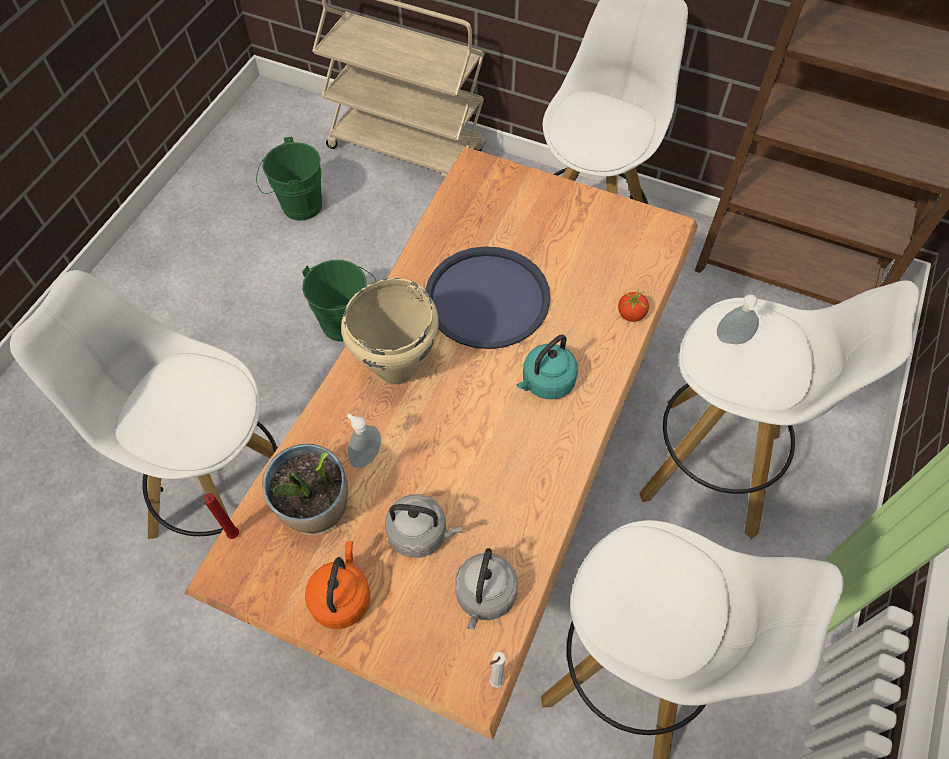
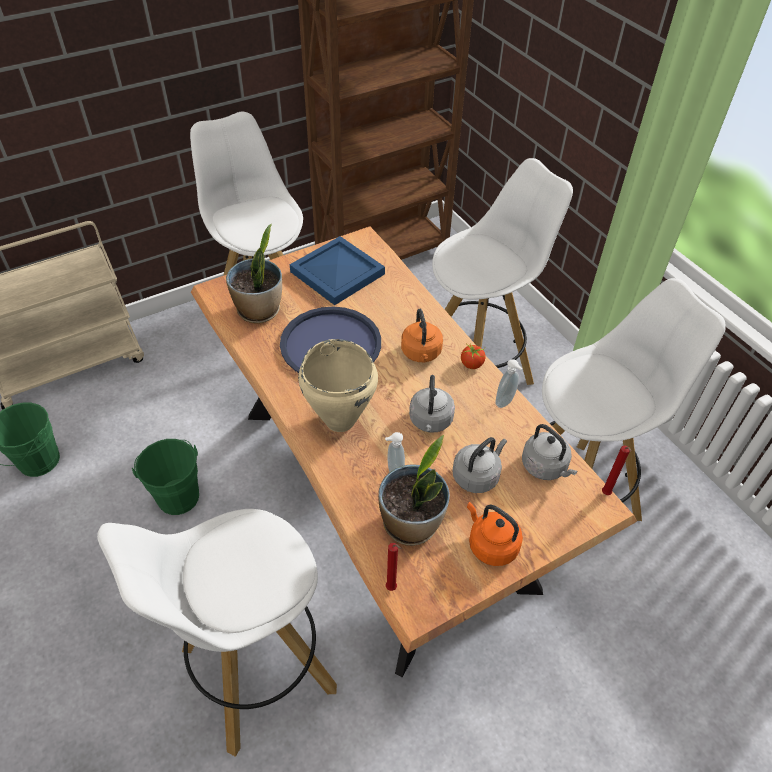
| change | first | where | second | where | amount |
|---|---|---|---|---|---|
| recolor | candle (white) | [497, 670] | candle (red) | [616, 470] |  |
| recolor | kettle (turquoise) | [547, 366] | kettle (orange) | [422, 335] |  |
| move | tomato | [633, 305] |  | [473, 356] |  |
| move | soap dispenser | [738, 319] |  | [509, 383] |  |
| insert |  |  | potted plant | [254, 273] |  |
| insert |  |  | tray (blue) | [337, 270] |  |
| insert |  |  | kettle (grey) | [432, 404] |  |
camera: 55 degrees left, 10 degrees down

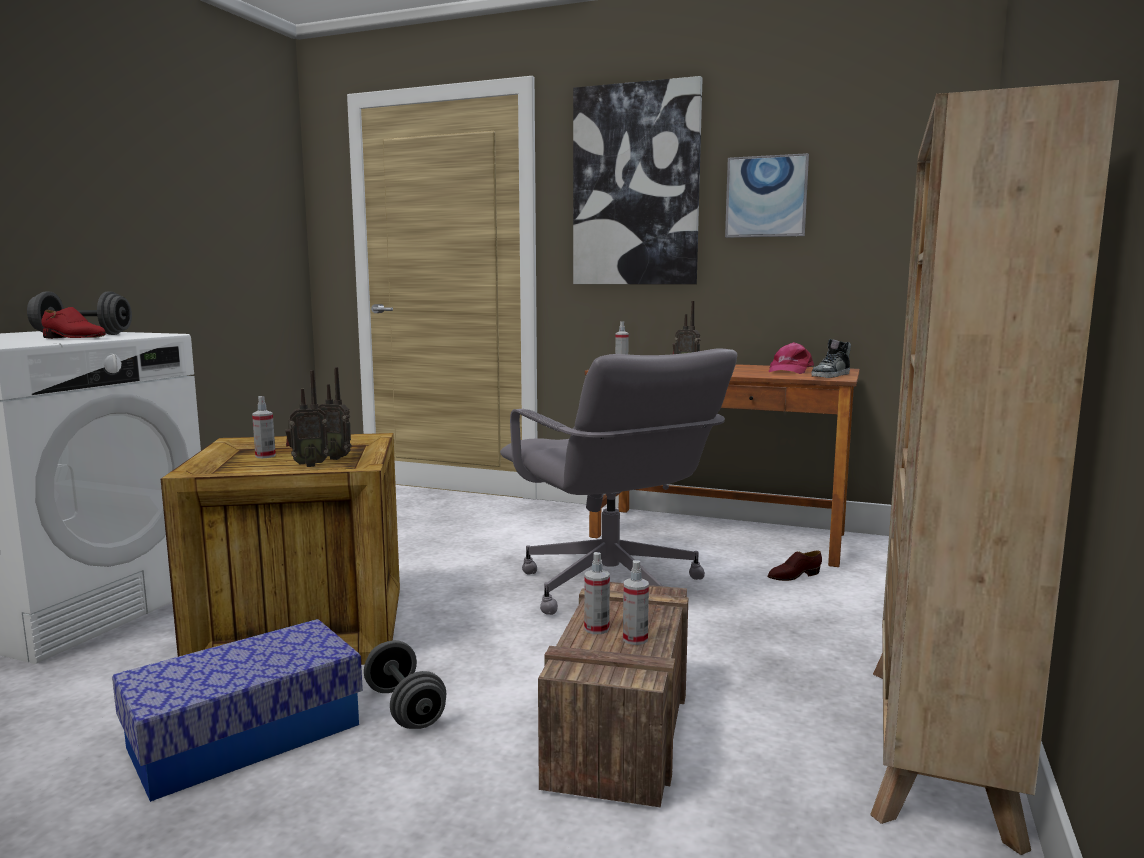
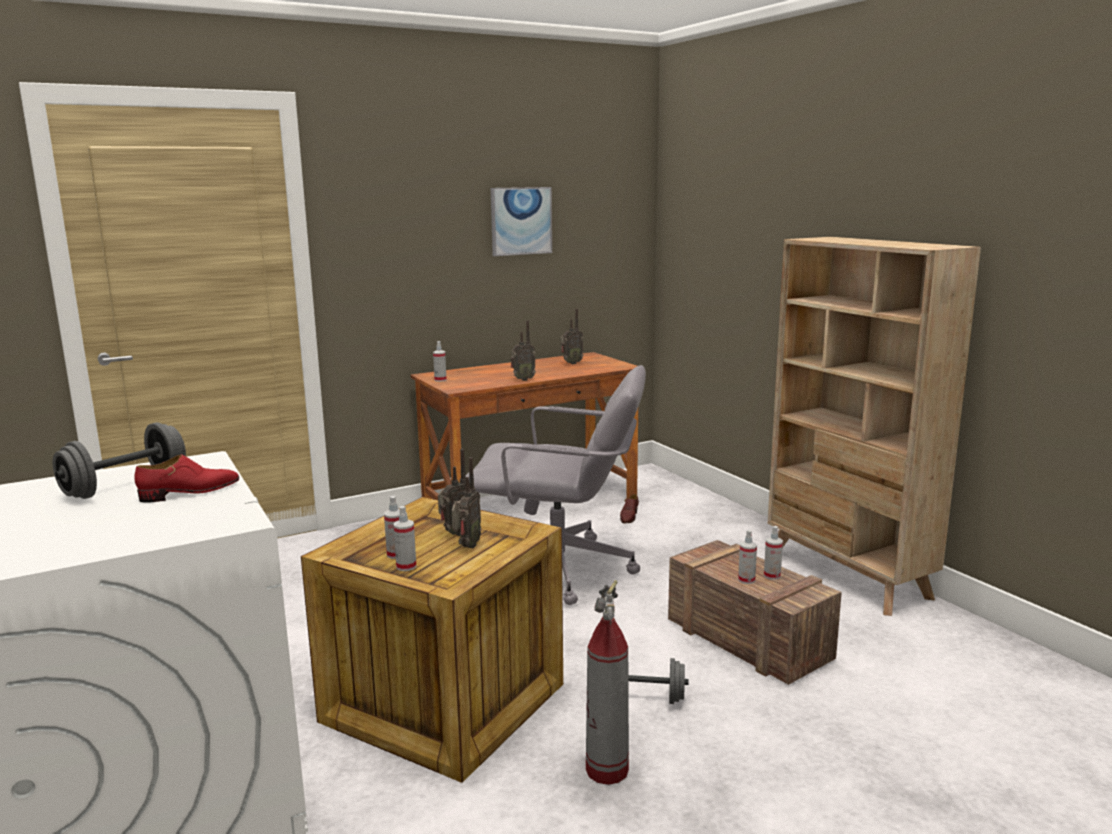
| change | first | where | second | where | amount |
|---|---|---|---|---|---|
| replace | storage box | [237, 710] | fire extinguisher | [607, 682] |  |
| delete | picture | [638, 180] |  |  |  |
| replace | cap (pink) | [791, 358] | radio | [572, 336] |  |
| delete | shoe | [831, 358] |  |  |  |
| insert |  |  | spray bottle | [404, 538] |  |
camera: 50 degrees left, 5 degrees up

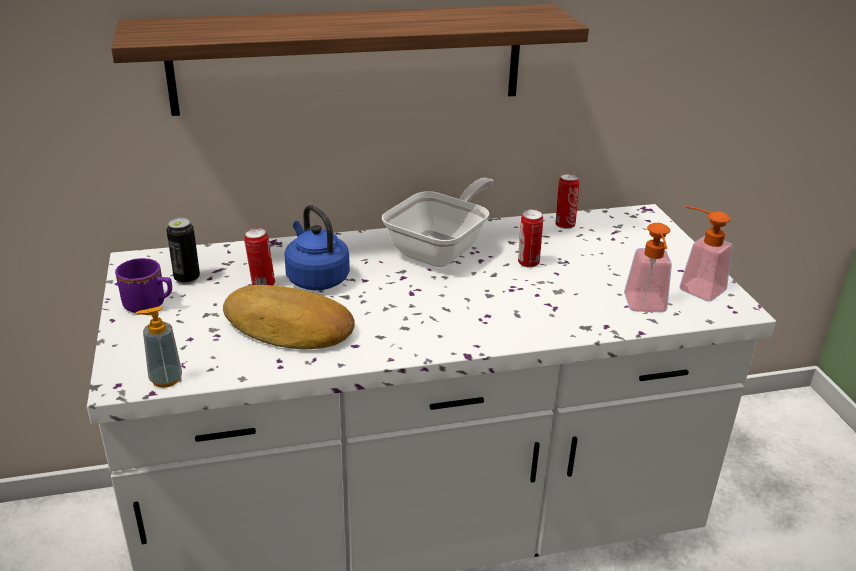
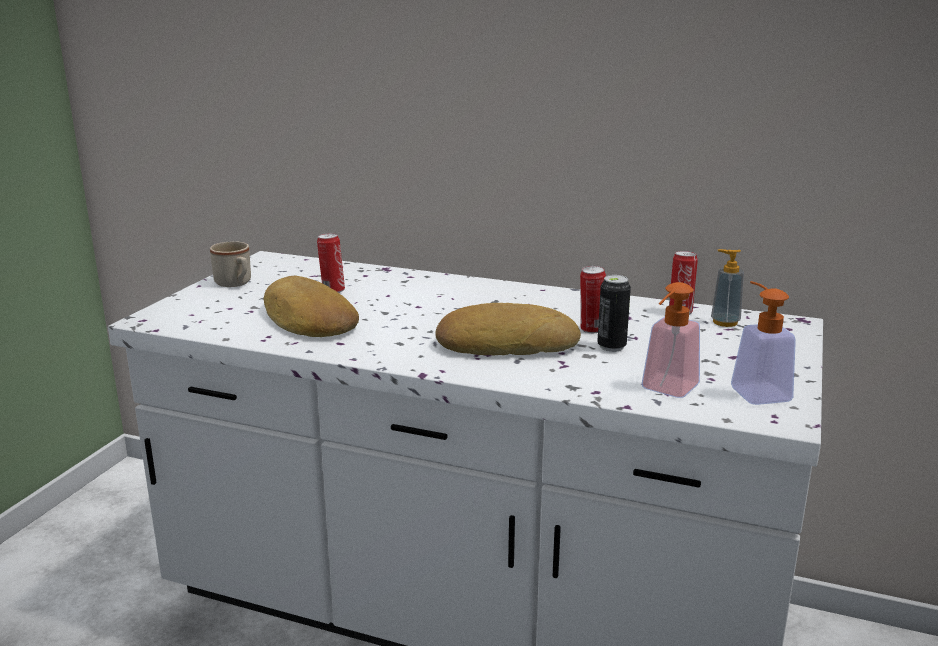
| change | first | where | second | where | amount |
|---|---|---|---|---|---|
| delete | shelf | [350, 60] |  |  |  |
| recolor | mug (purple) | [143, 285] | mug (beige) | [230, 264] |  |
| move | soap dispenser | [159, 347] |  | [727, 288] |  |
| move | can | [183, 251] |  | [614, 313] |  |
| delete | kettle (blue) | [317, 247] |  |  |  |
| delete | frying pan | [438, 222] |  |  |  |
| insert |  |  | bread | [508, 329] |  |
camera: 35 degrees right, 10 degrees down

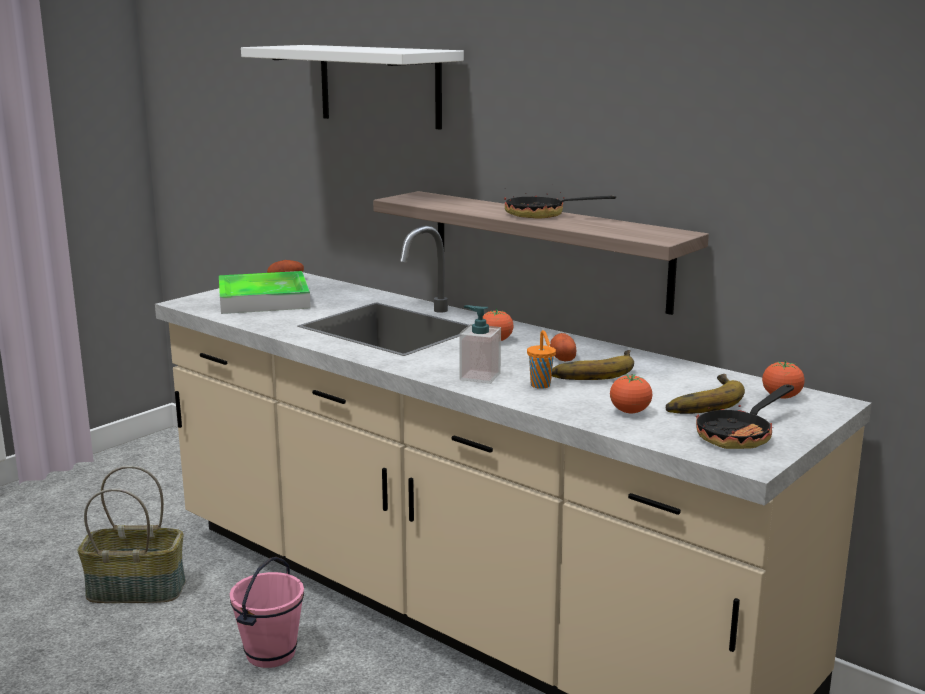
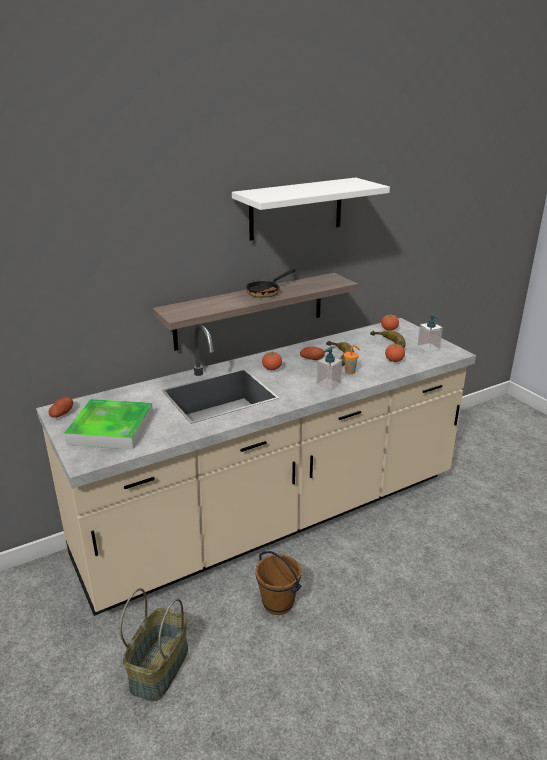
| change | first | where | second | where | amount |
|---|---|---|---|---|---|
| recolor | bucket (pink) | [267, 612] | bucket (brown) | [278, 583] |  |
| move | shelf (white) | [352, 87] |  | [311, 209] |  |
| replace | frying pan | [745, 417] | soap dispenser | [430, 332] |  |
camera: 70 degrees left, 10 degrees up

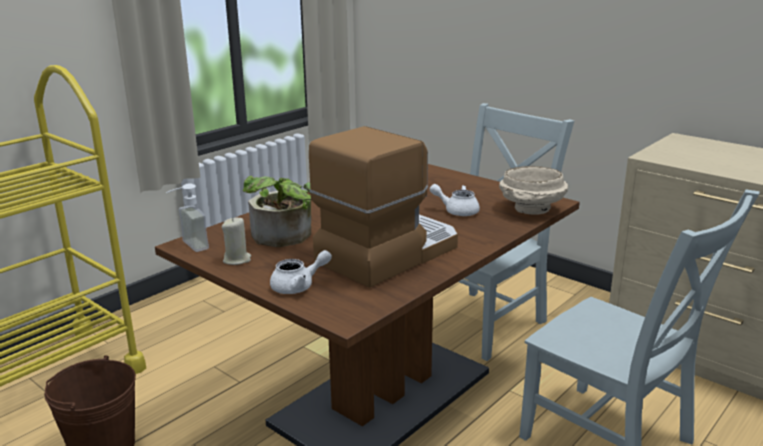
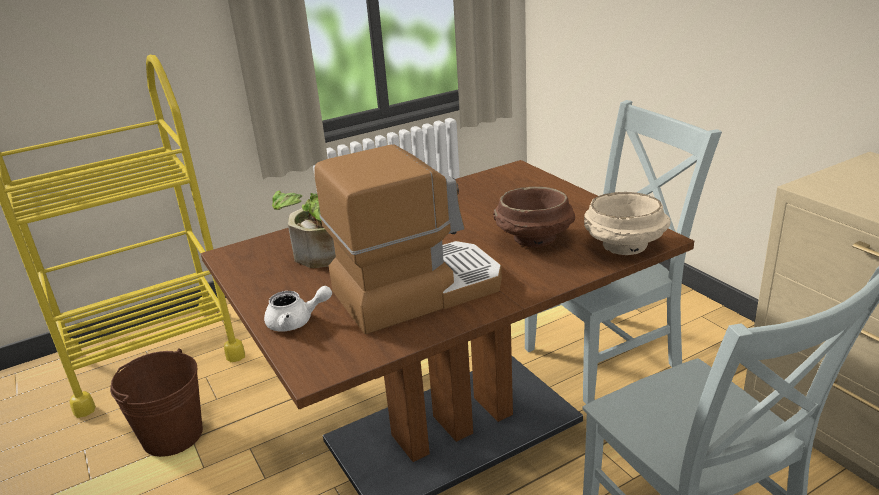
| change | first | where | second | where | amount |
|---|---|---|---|---|---|
| delete | soap dispenser | [187, 217] |  |  |  |
| delete | candle (beige) | [236, 241] |  |  |  |
| replace | teapot (white) | [455, 200] | bowl (brown) | [534, 217] |  |
camera: 20 degrees right, 5 degrees up

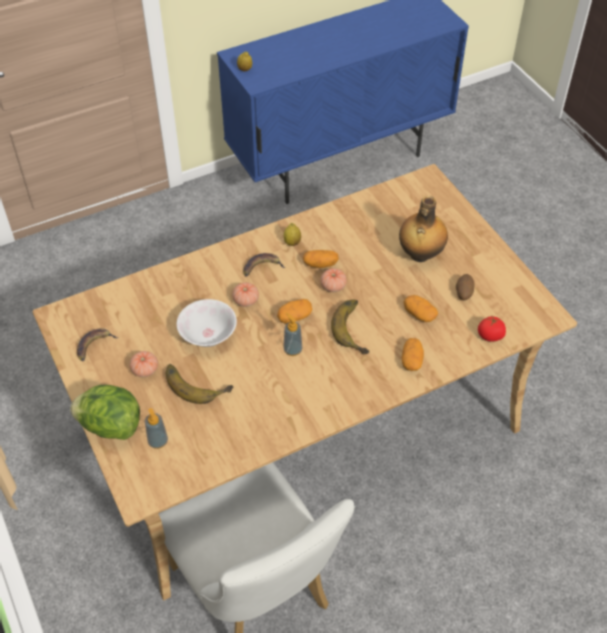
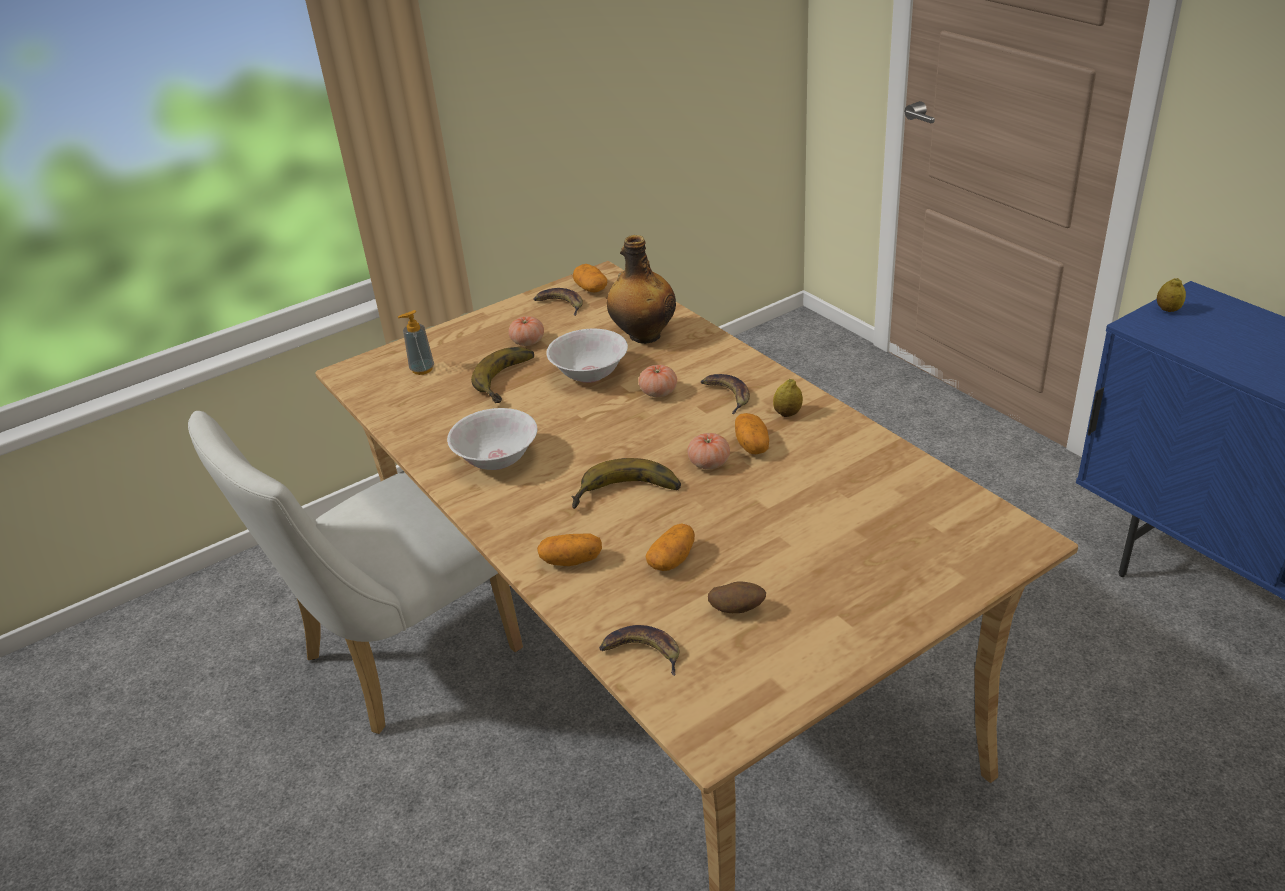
| change | first | where | second | where | amount |
|---|---|---|---|---|---|
| delete | lettuce | [105, 412] |  |  |  |
| move | potato | [294, 311] |  | [590, 278] |  |
| delete | soap dispenser | [293, 334] |  |  |  |
| move | bottle | [423, 229] |  | [641, 289] |  |
| replace | tomato | [492, 329] | banana | [639, 650] |  |
| insert |  |  | bowl (white) | [492, 439] |  |
camera: 85 degrees right, 15 degrees down

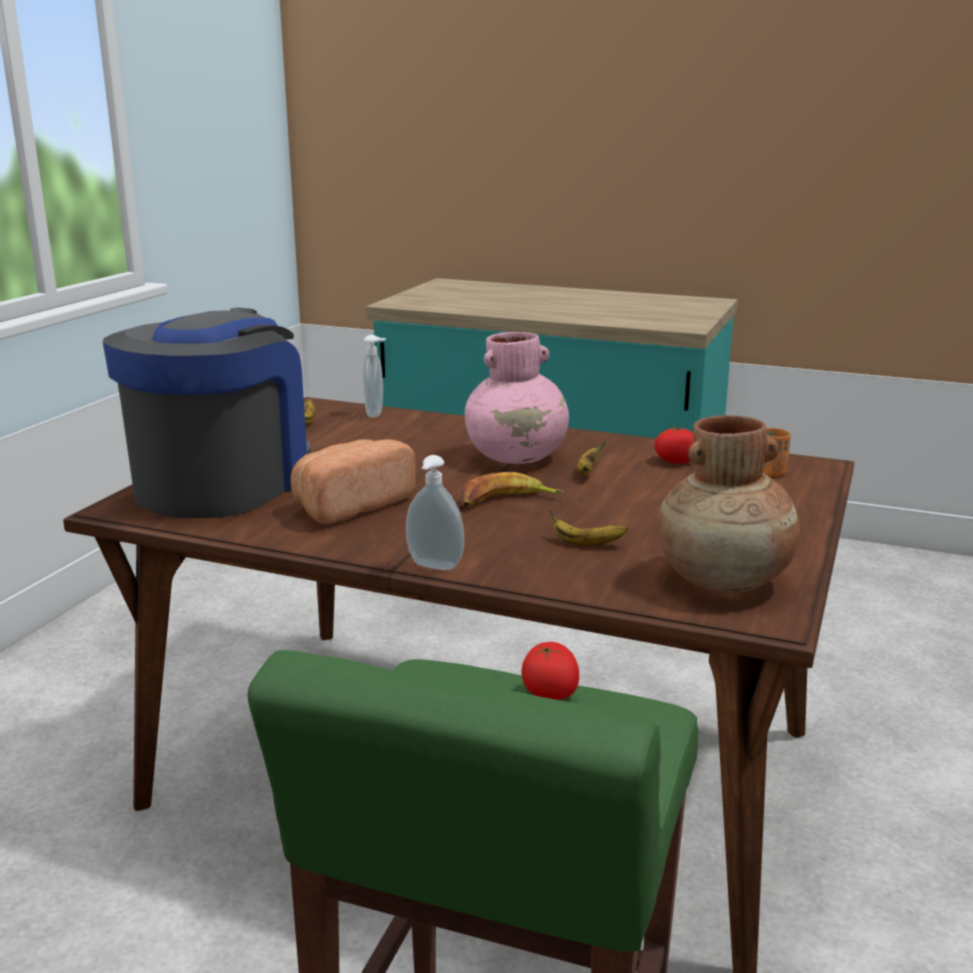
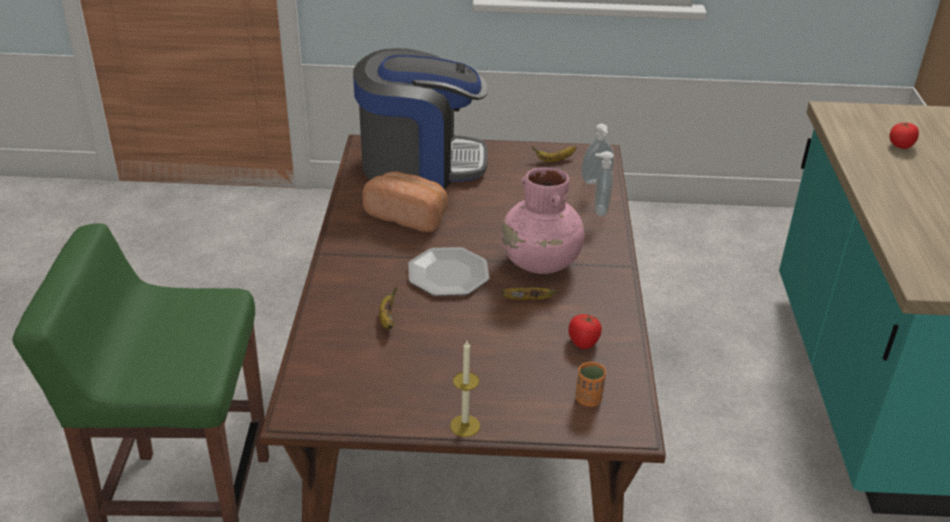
| change | first | where | second | where | amount |
|---|---|---|---|---|---|
| move | soap dispenser | [435, 512] |  | [604, 184] |  |
| replace | banana | [511, 489] | plate | [448, 271] |  |
| move | tomato | [550, 671] |  | [904, 135] |  |
| delete | vase (brown) | [729, 504] |  |  |  |
| insert |  |  | candle | [465, 389] |  |
camera: 70 degrees right, 15 degrees up

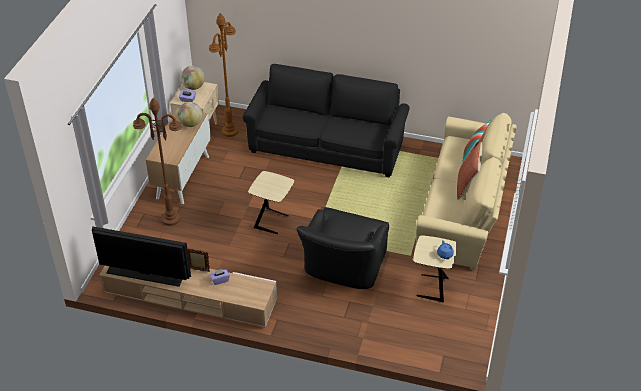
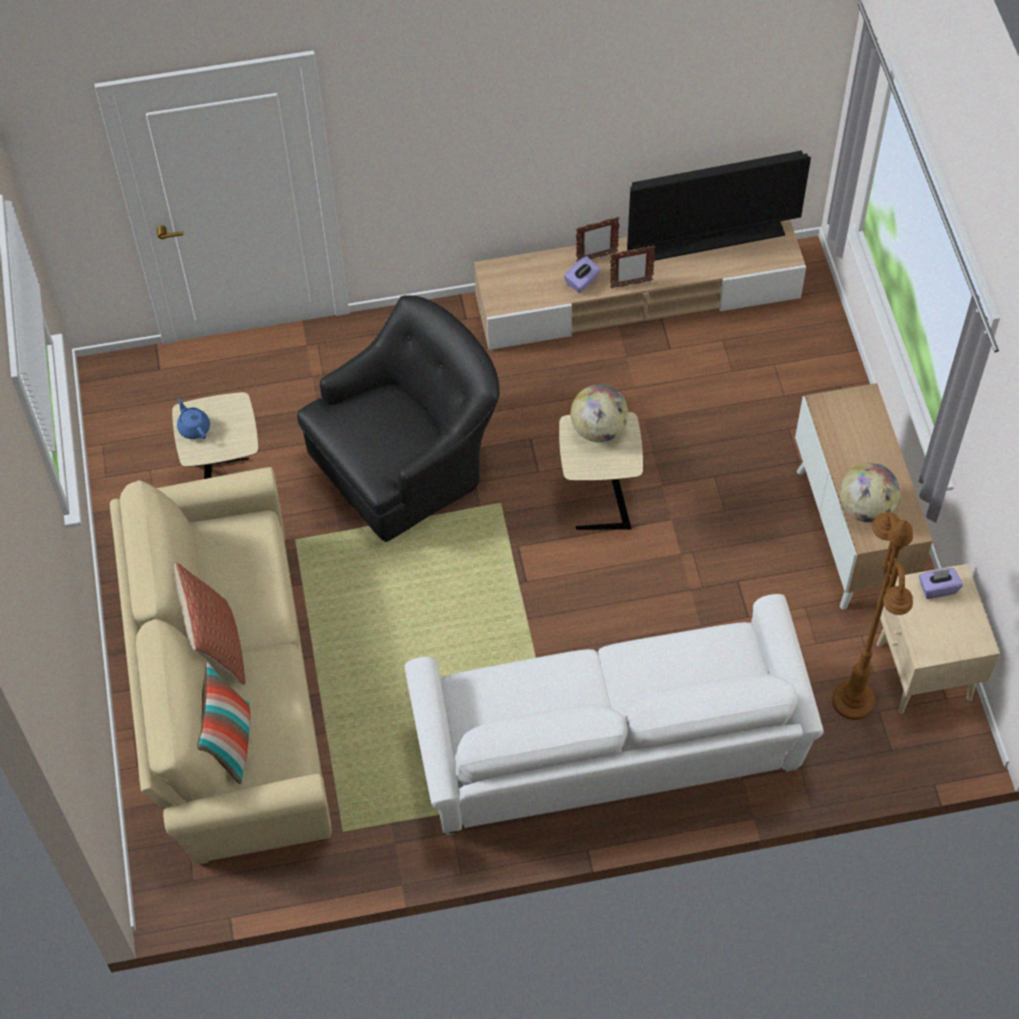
| change | first | where | second | where | amount |
|---|---|---|---|---|---|
| delete | floor lamp (brown) | [157, 162] |  |  |  |
| move | globe | [193, 78] |  | [599, 413] |  |
| recolor | sofa (black) | [326, 121] | sofa (white) | [614, 714] |  |
| rotate | armchair (black) | [343, 248] |  | [398, 418] | 60 degrees clockwise |
| insert |  |  | picture frame | [598, 239] |  |
camera: 155 degrees right, 15 degrees up

